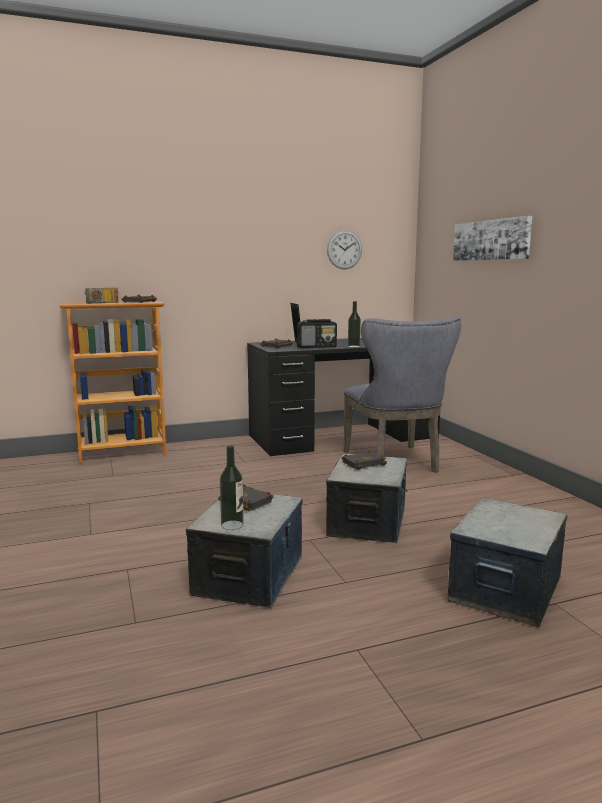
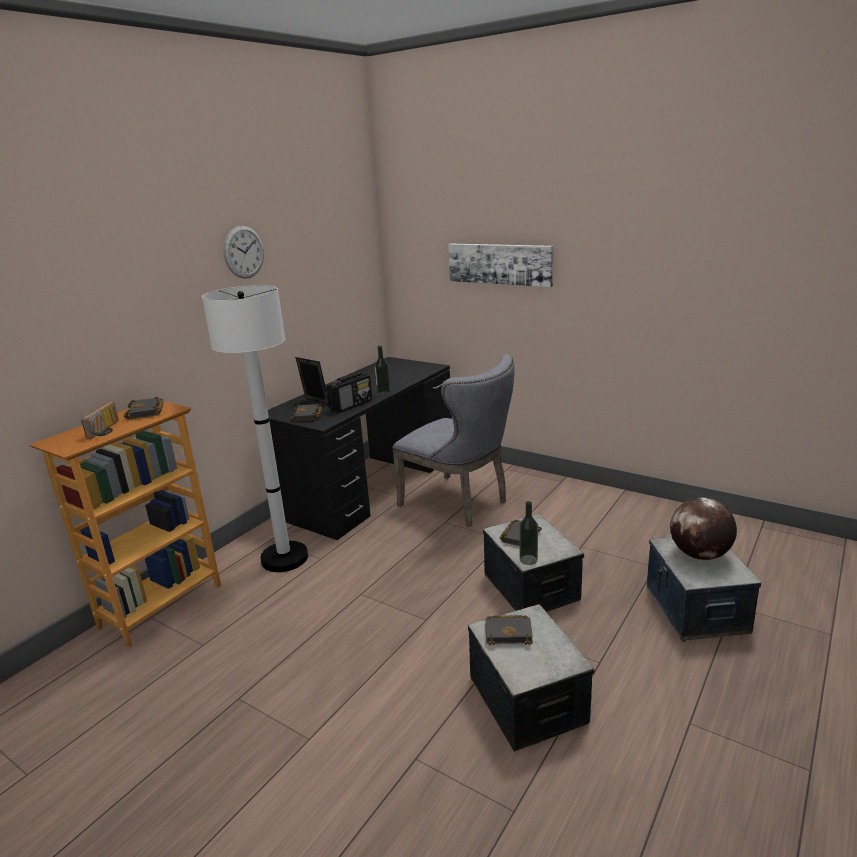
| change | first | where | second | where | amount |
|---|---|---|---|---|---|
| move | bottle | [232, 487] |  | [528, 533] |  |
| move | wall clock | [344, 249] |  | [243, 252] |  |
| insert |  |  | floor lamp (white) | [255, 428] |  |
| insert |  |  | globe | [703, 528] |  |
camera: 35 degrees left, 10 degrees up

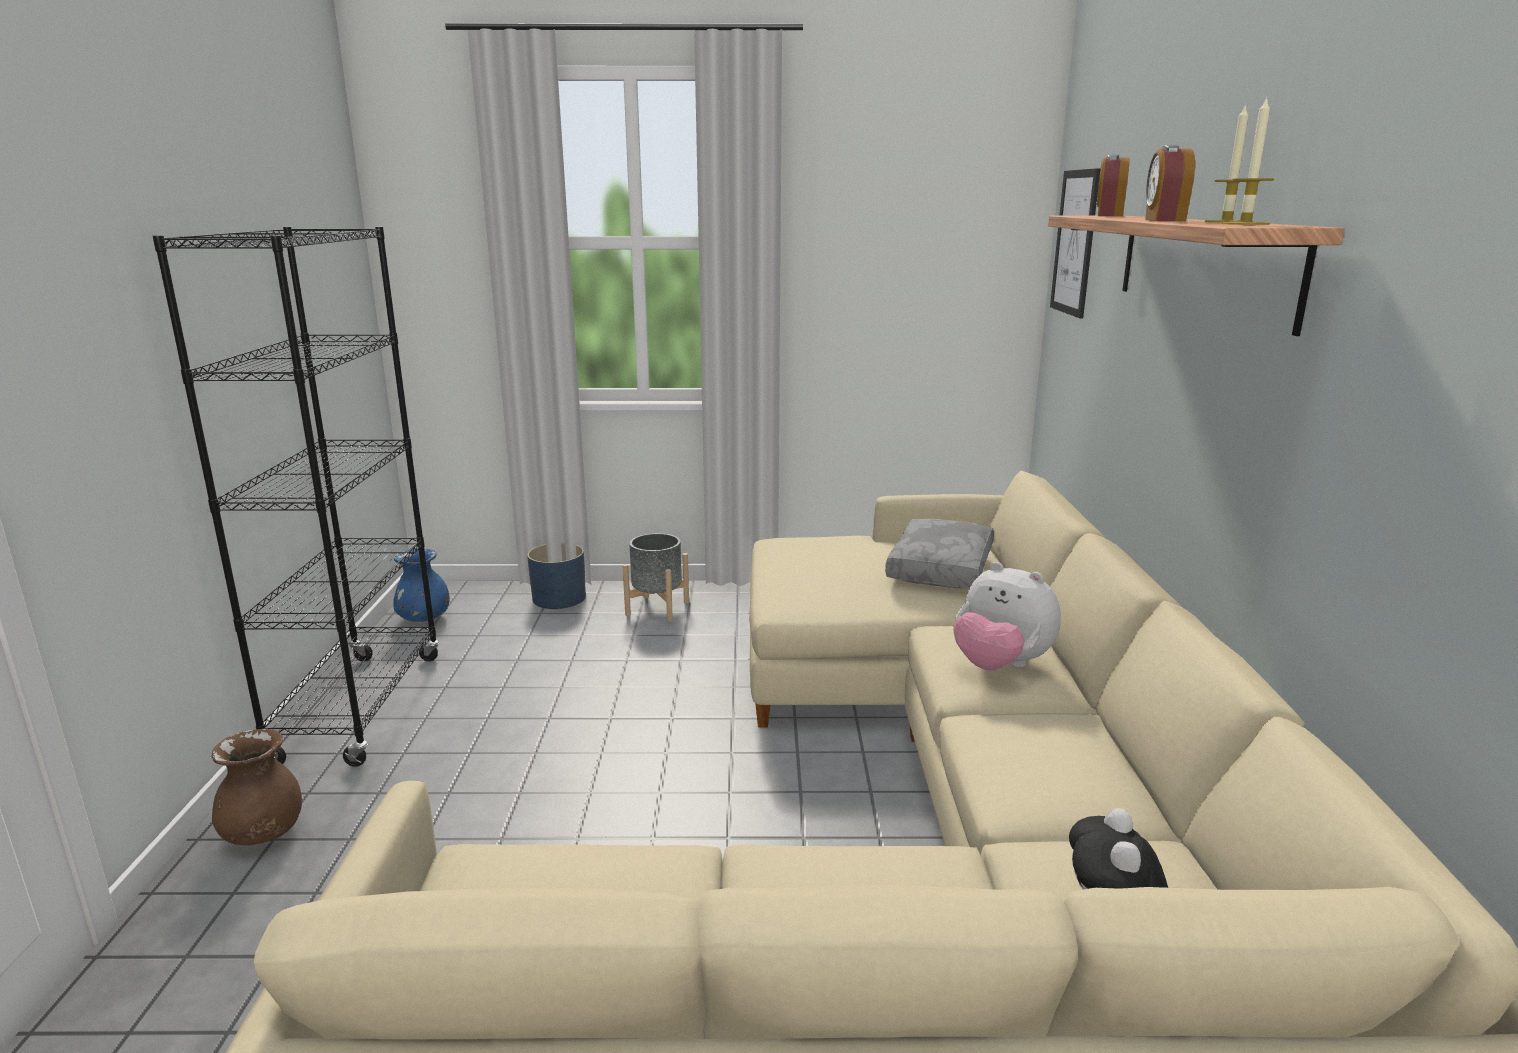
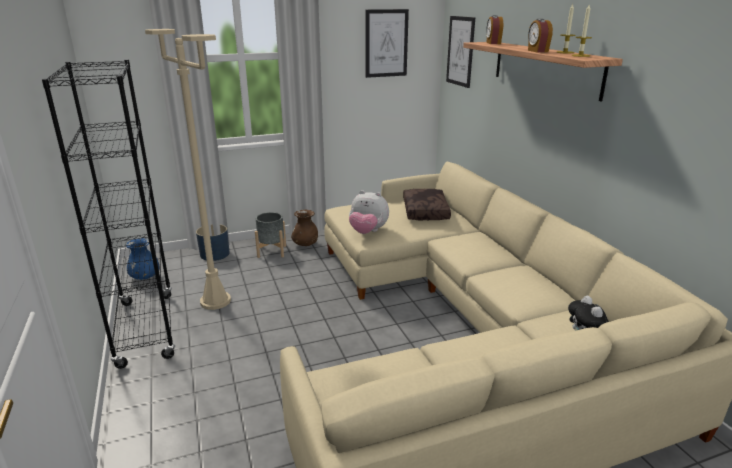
| change | first | where | second | where | amount |
|---|---|---|---|---|---|
| move | vase (brown) | [257, 787] |  | [304, 228] |  |
| recolor | pillow (grey) | [939, 553] | pillow (brown) | [427, 204] |  |
| move | plush toy | [1007, 616] |  | [369, 212] |  |
| insert |  |  | floor lamp (beige) | [188, 169] |  |
| insert |  |  | picture | [387, 43] |  |
camera: 20 degrees left, 5 degrees up

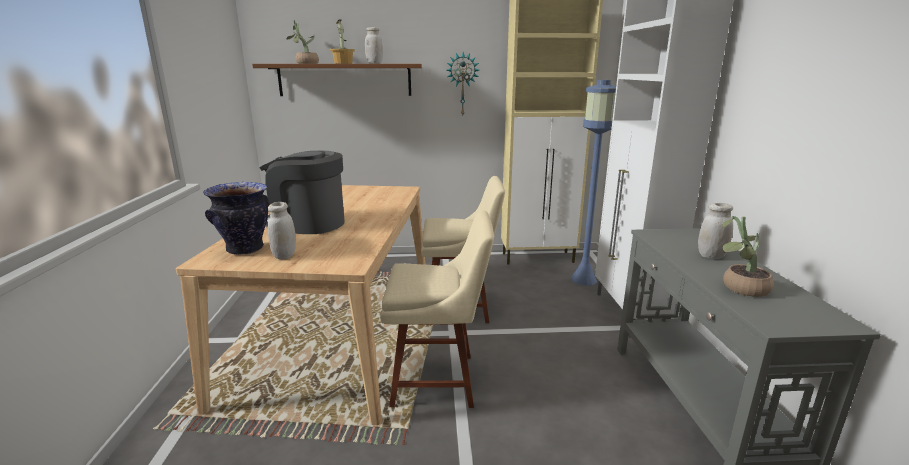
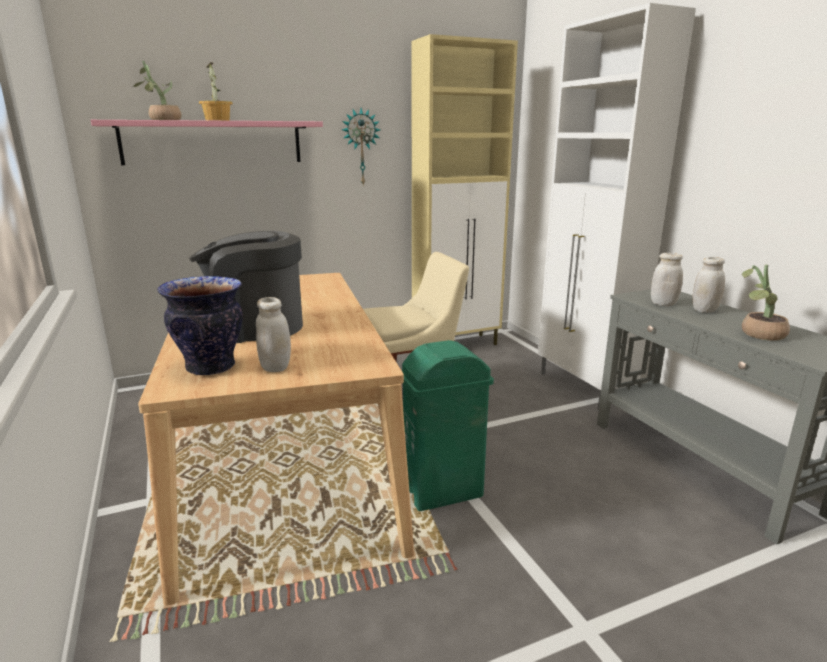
| change | first | where | second | where | amount |
|---|---|---|---|---|---|
| recolor | shelf (brown) | [337, 80] | shelf (pink) | [207, 142] |  |
| move | jar (white) | [374, 45] |  | [667, 279] |  |
| replace | chair (beige) | [437, 309] | trash can (green) | [448, 425] |  |
| delete | floor lamp (blue) | [593, 183] |  |  |  |
camera: 20 degrees left, 0 degrees up

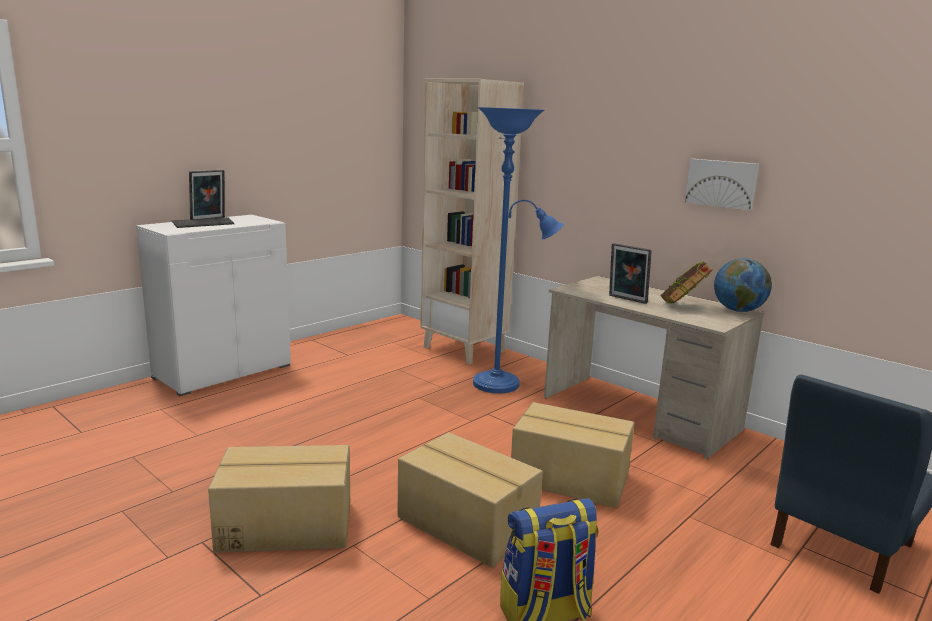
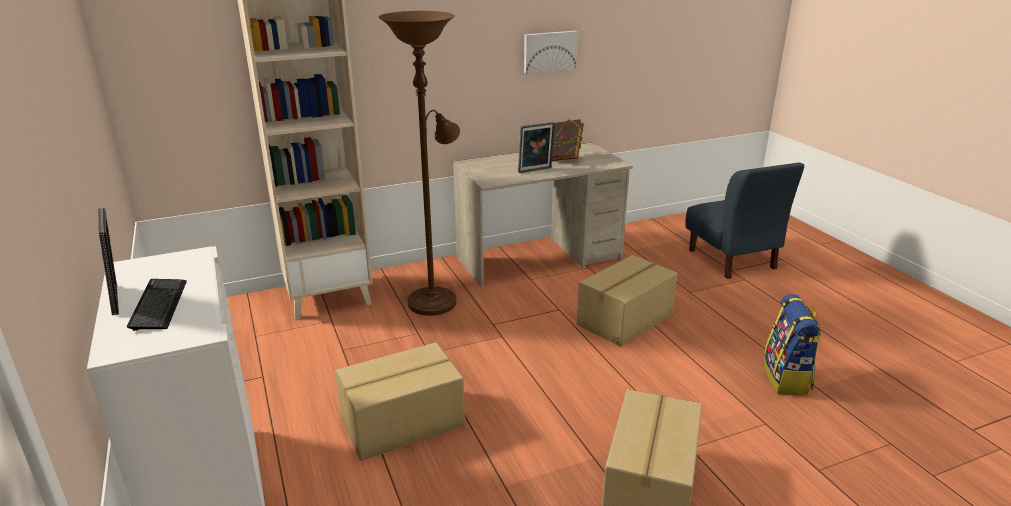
| change | first | where | second | where | amount |
|---|---|---|---|---|---|
| move | cardboard box | [470, 500] |  | [400, 401] |  |
| recolor | floor lamp (blue) | [518, 250] | floor lamp (brown) | [419, 163] |  |
| delete | globe | [743, 285] |  |  |  |
camera: 65 degrees left, 10 degrees up

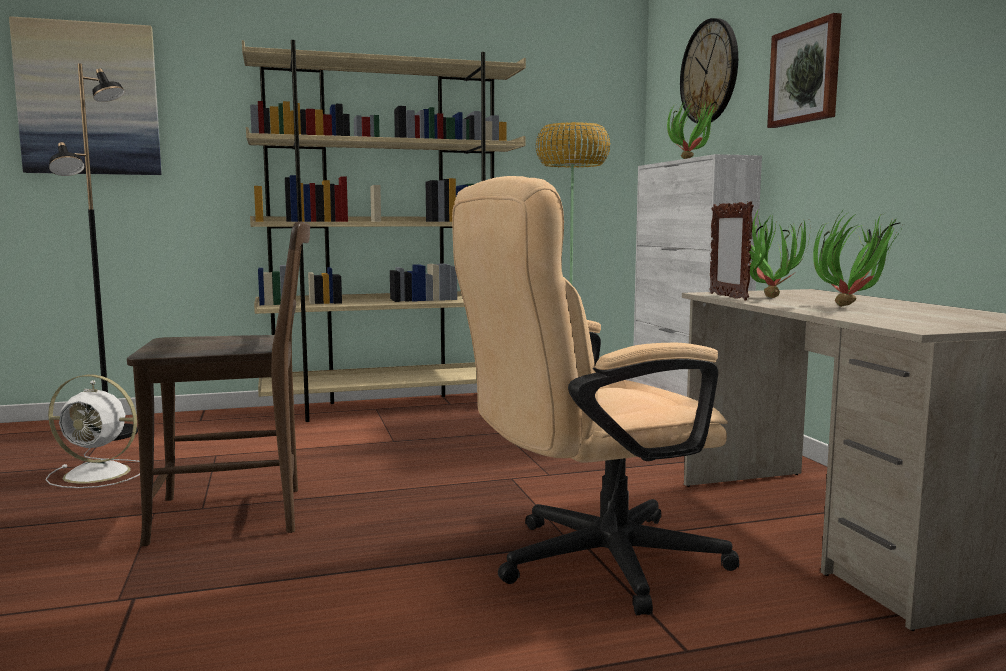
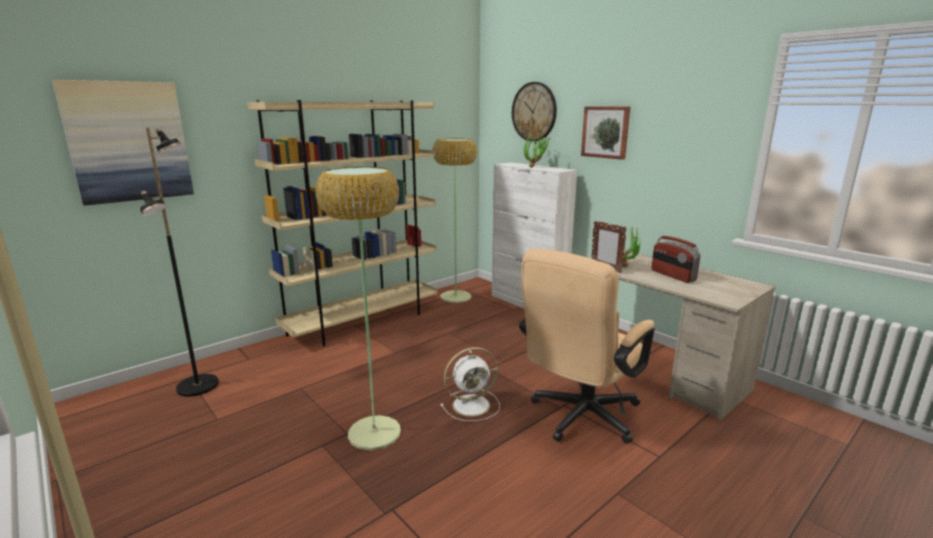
| change | first | where | second | where | amount |
|---|---|---|---|---|---|
| move | fan (white) | [92, 431] |  | [470, 384] |  |
| replace | chair (brown) | [218, 384] | floor lamp | [358, 308] |  |
| replace | potted plant | [858, 256] | radio | [675, 259] |  |
camera: 25 degrees left, 10 degrees up

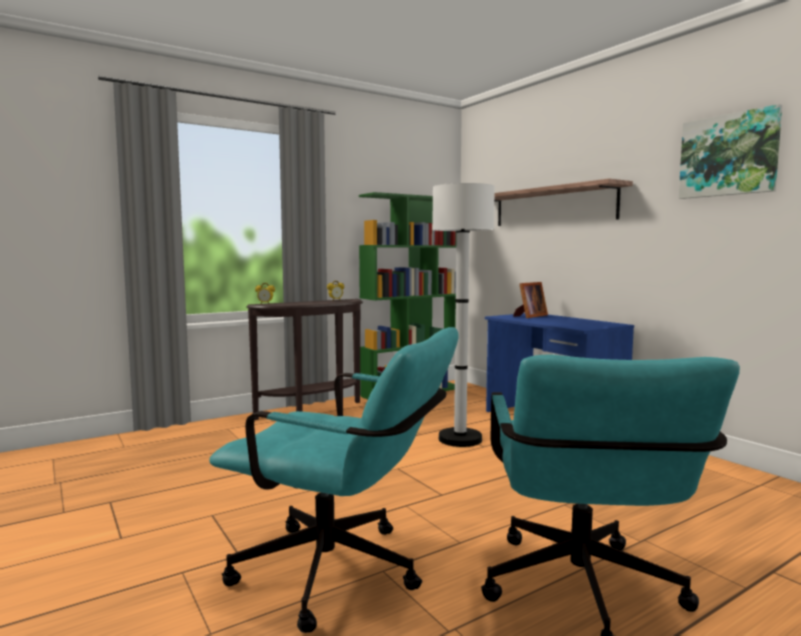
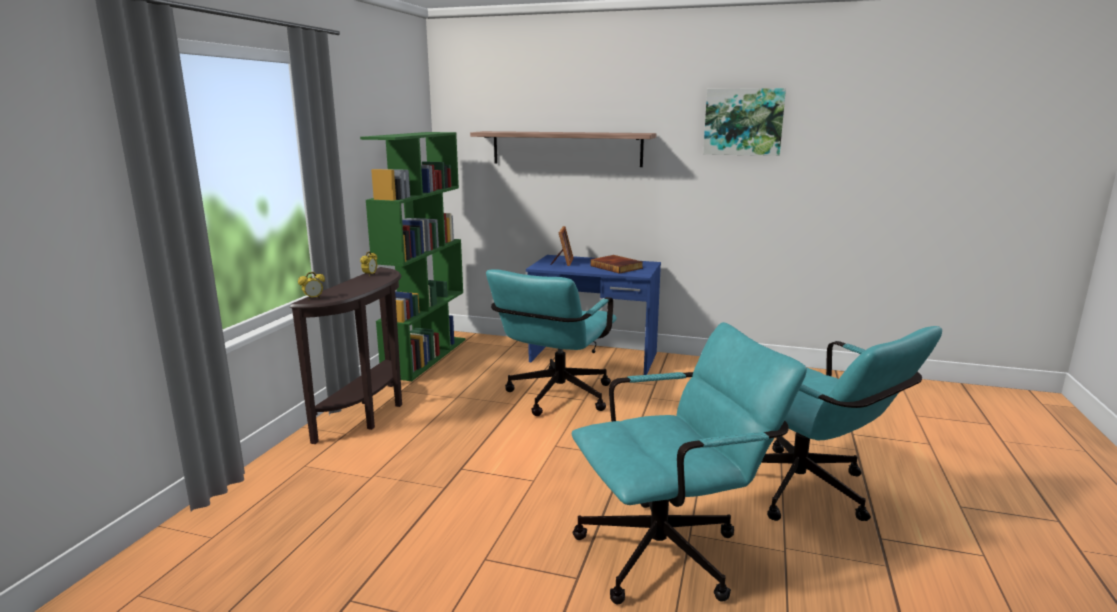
| change | first | where | second | where | amount |
|---|---|---|---|---|---|
| replace | floor lamp (white) | [463, 315] | office chair (turquoise) | [551, 342] |  |
| insert |  |  | book | [616, 264] |  |
camera: 40 degrees left, 10 degrees up

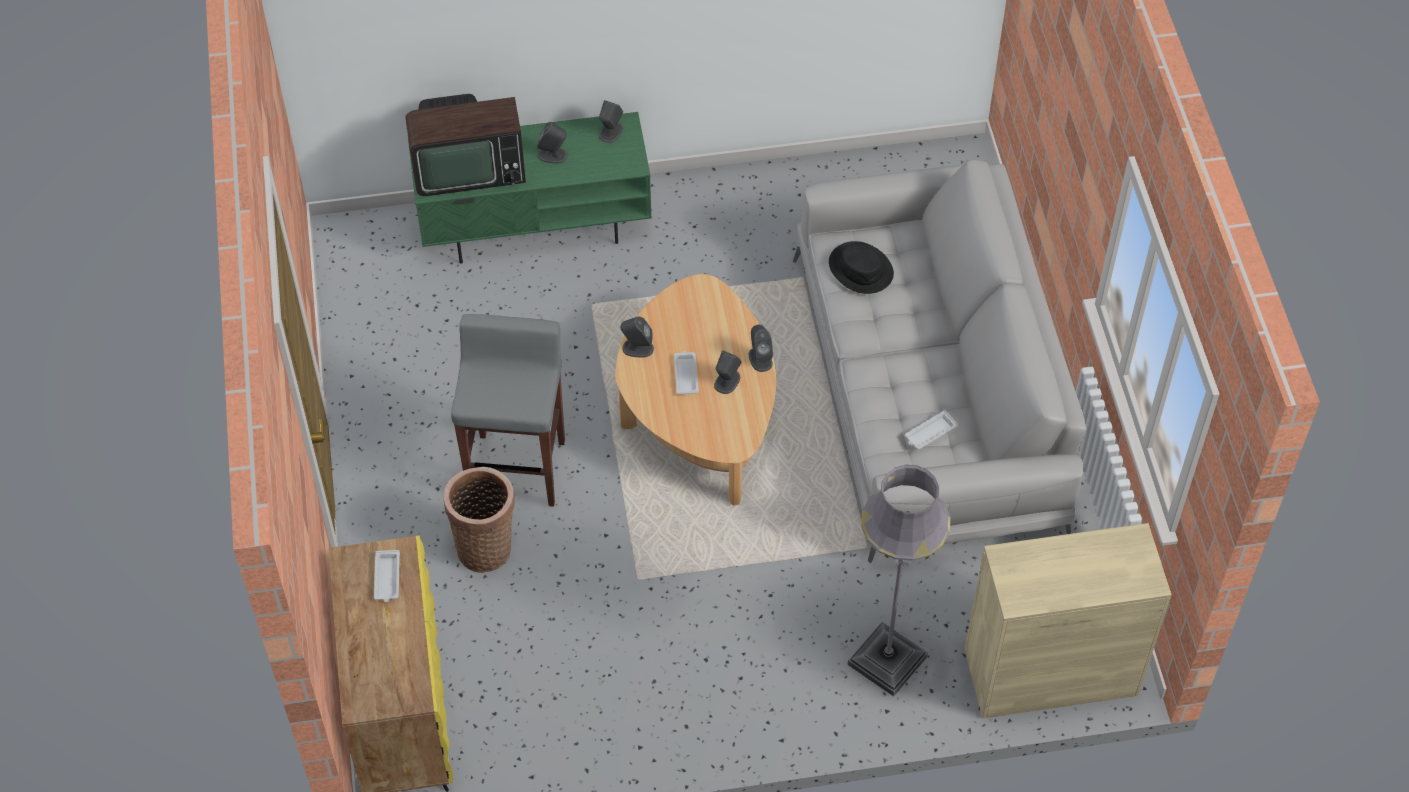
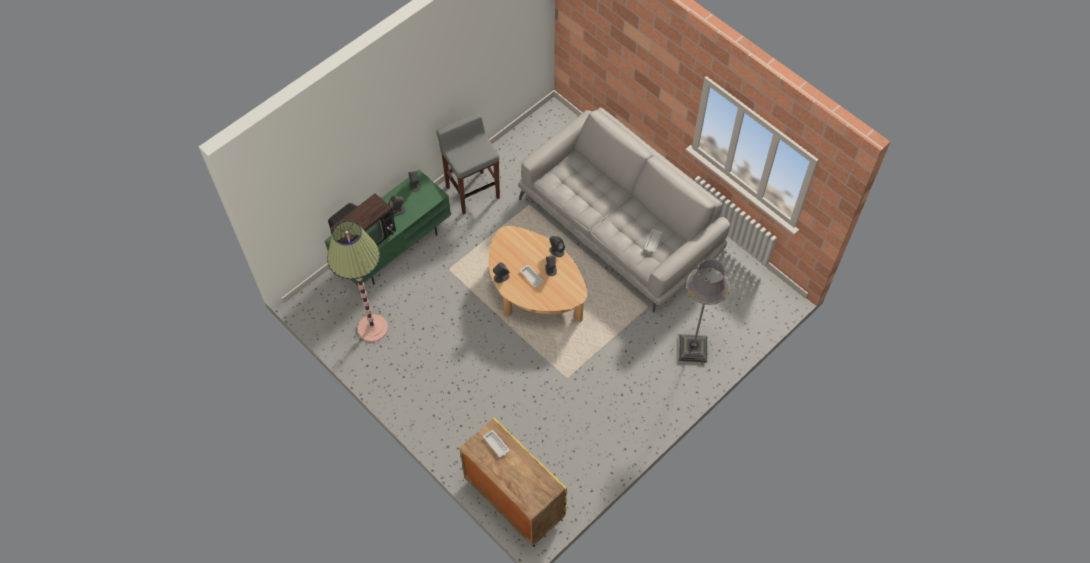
| change | first | where | second | where | amount |
|---|---|---|---|---|---|
| delete | basket | [479, 520] |  |  |  |
| move | stool (grey) | [508, 410] |  | [468, 164] |  |
| delete | hat (black) | [861, 267] |  |  |  |
| delete | cabinet (beige) | [1068, 620] |  |  |  |
| insert |  |  | floor lamp | [357, 281] |  |
camera: 35 degrees left, 5 degrees up

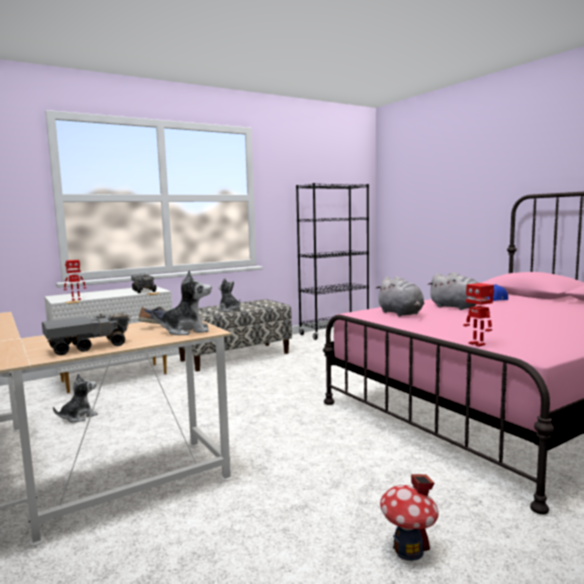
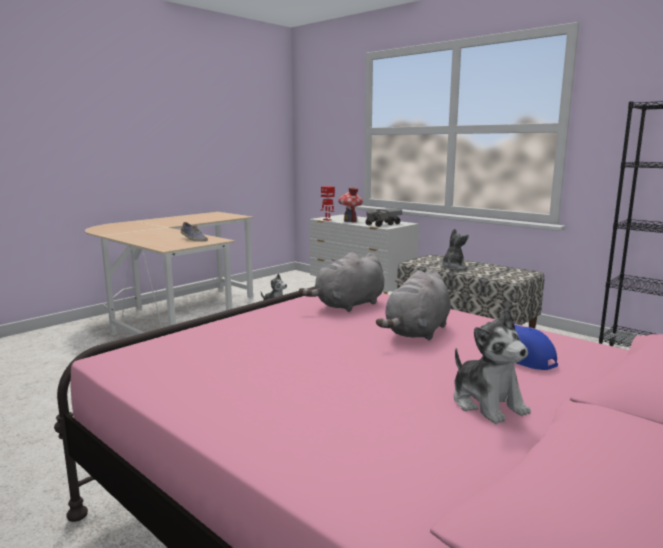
| change | first | where | second | where | amount |
|---|---|---|---|---|---|
| delete | toy truck | [86, 333] |  |  |  |
| move | plush toy | [181, 302] |  | [492, 366] |  |
| move | toy house | [409, 517] |  | [350, 204] |  |
| delete | toy robot | [478, 315] |  |  |  |
camera: 75 degrees right, 5 degrees up

